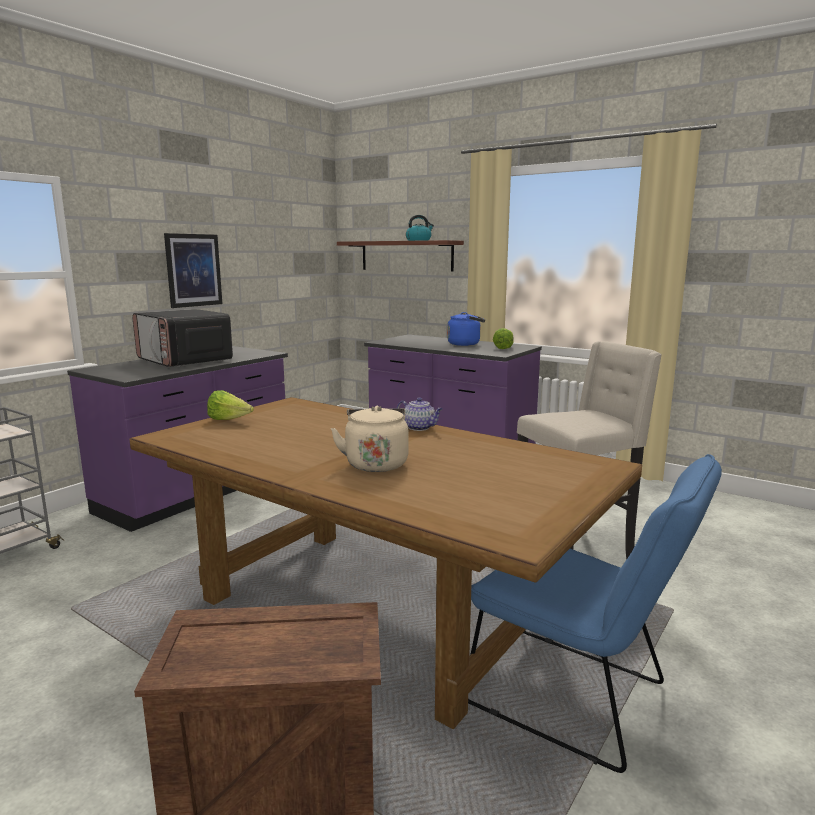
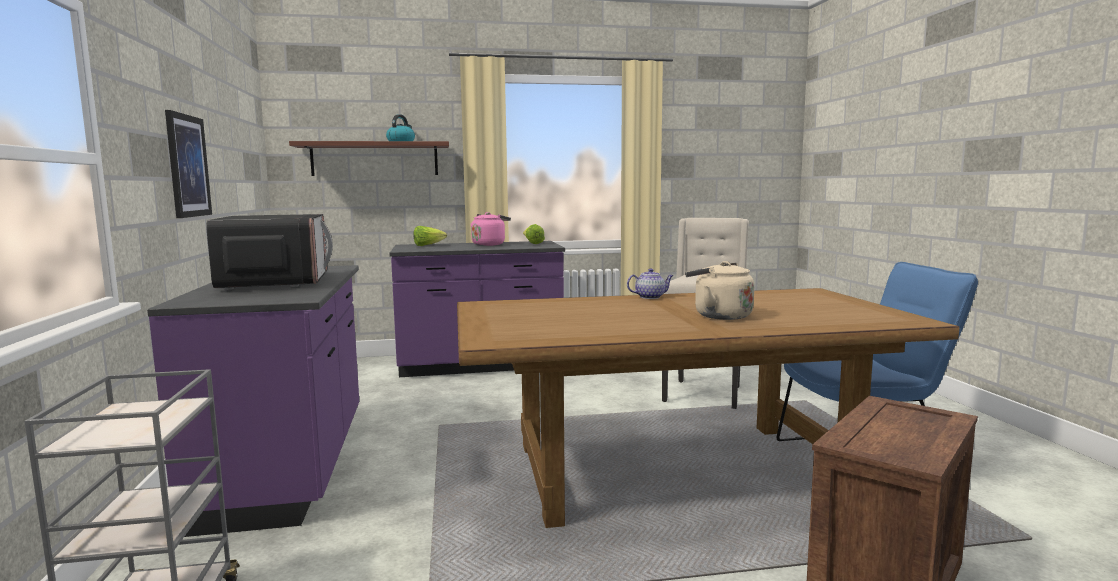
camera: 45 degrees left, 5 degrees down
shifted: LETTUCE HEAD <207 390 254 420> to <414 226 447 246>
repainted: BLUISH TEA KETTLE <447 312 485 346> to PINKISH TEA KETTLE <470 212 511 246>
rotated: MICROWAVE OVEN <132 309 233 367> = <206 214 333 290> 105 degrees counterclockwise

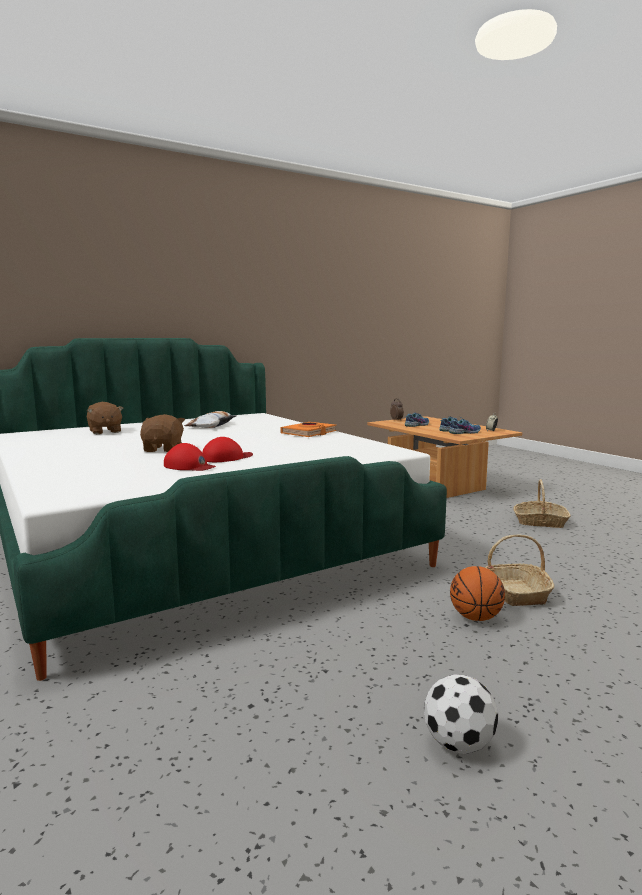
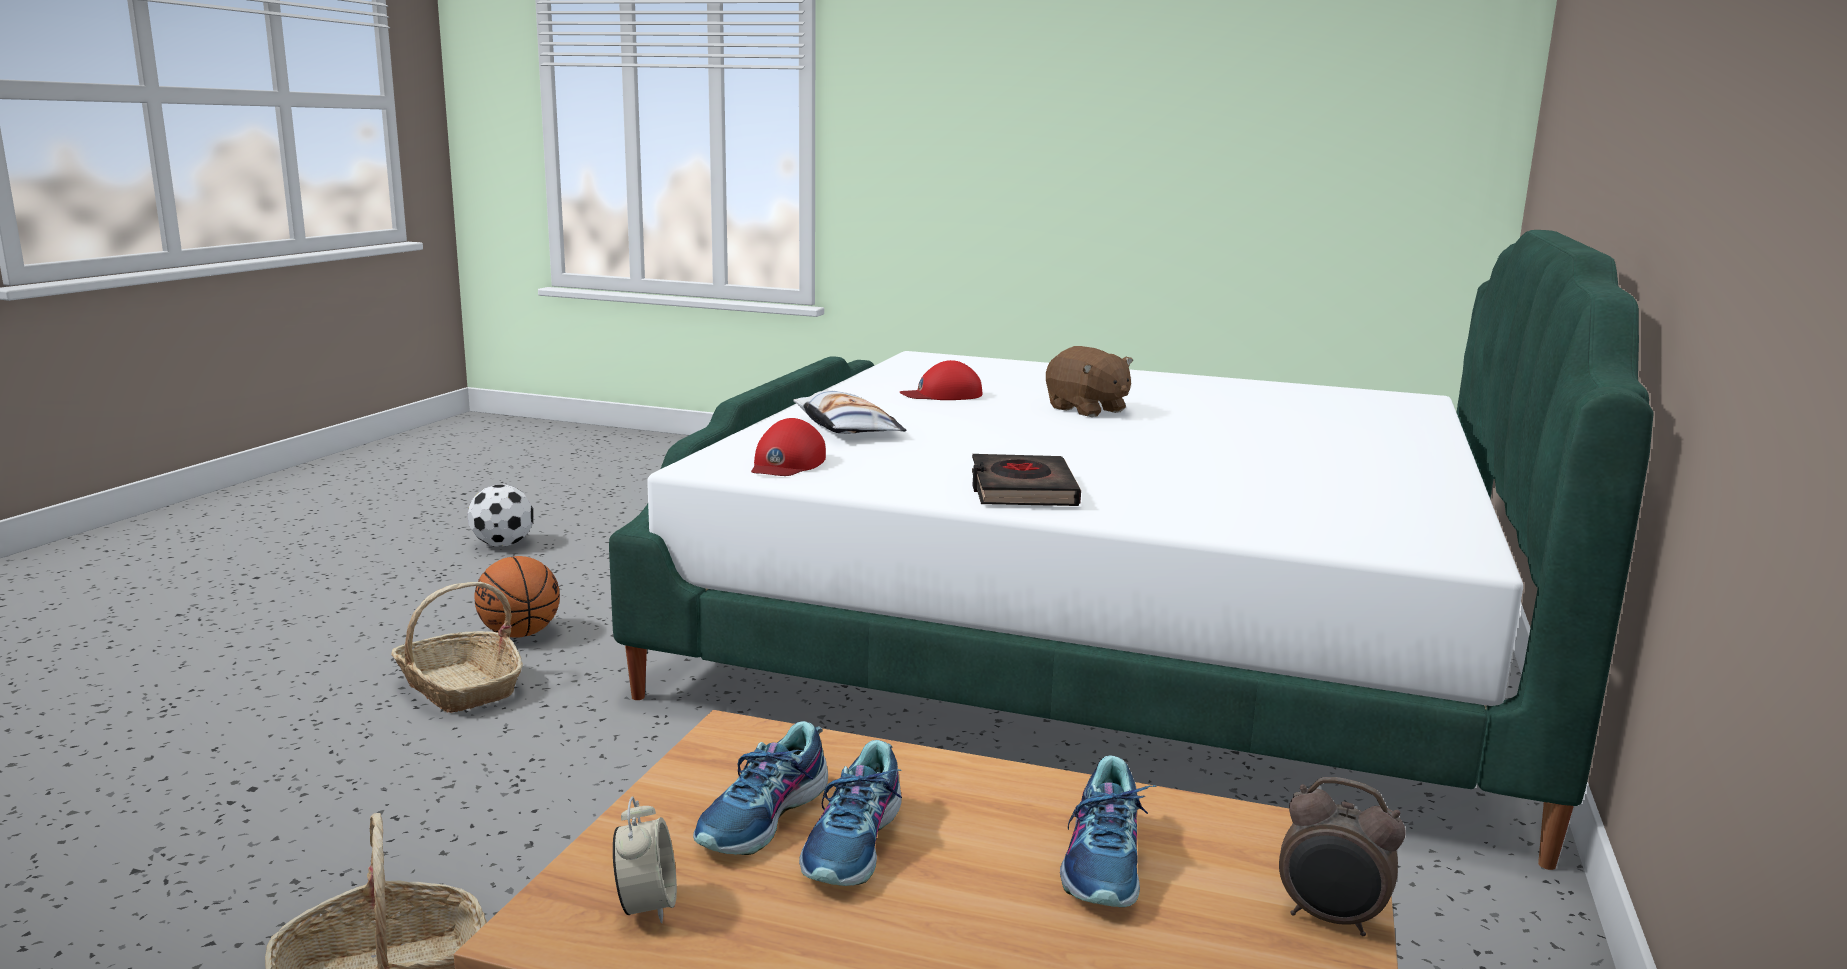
camera: 140 degrees right, 5 degrees up
gone: BROWNISH SOFT TOY <87 402 123 434>
shifted: CUSHION <184 411 237 428> to <793 390 907 434>; REDDISH CAP <202 437 253 462> to <751 418 826 476>
repainted: ORANGE-COLOURED BOOK <280 422 336 437> to BLACK-COLOURED BOOK <972 454 1081 506>

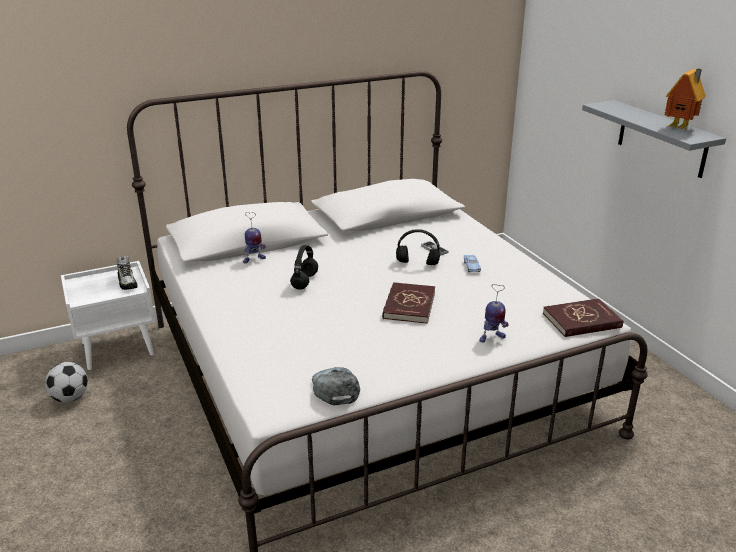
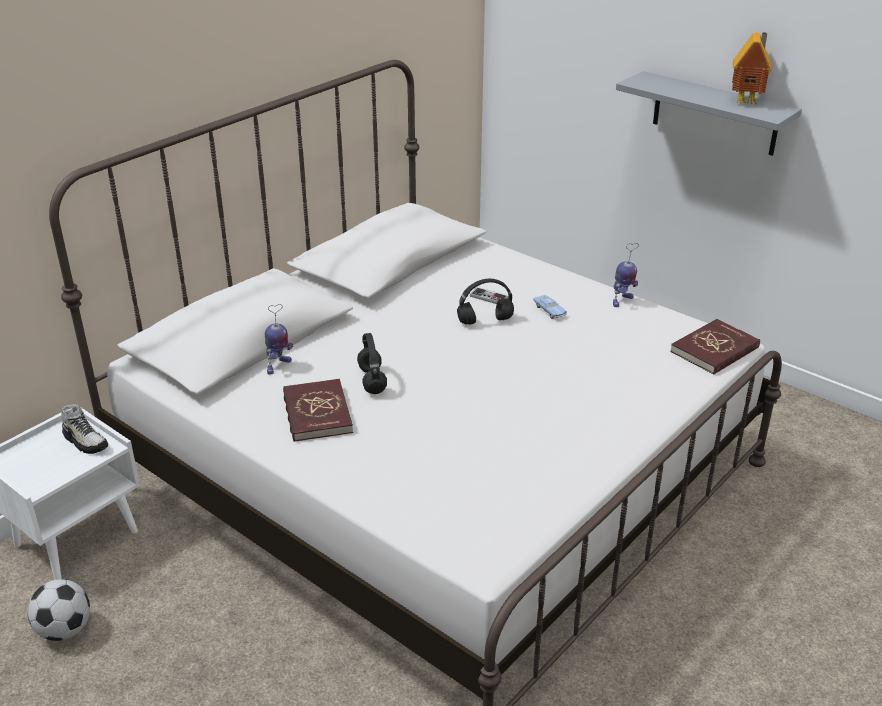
camera: 25 degrees left, 5 degrees up
gone: GREYISH CAP <312 367 360 405>
shifted: REDDISH BOOK <382 282 435 324> to <283 379 353 442>; MODEL ROBOT <479 284 509 343> to <613 243 639 307>

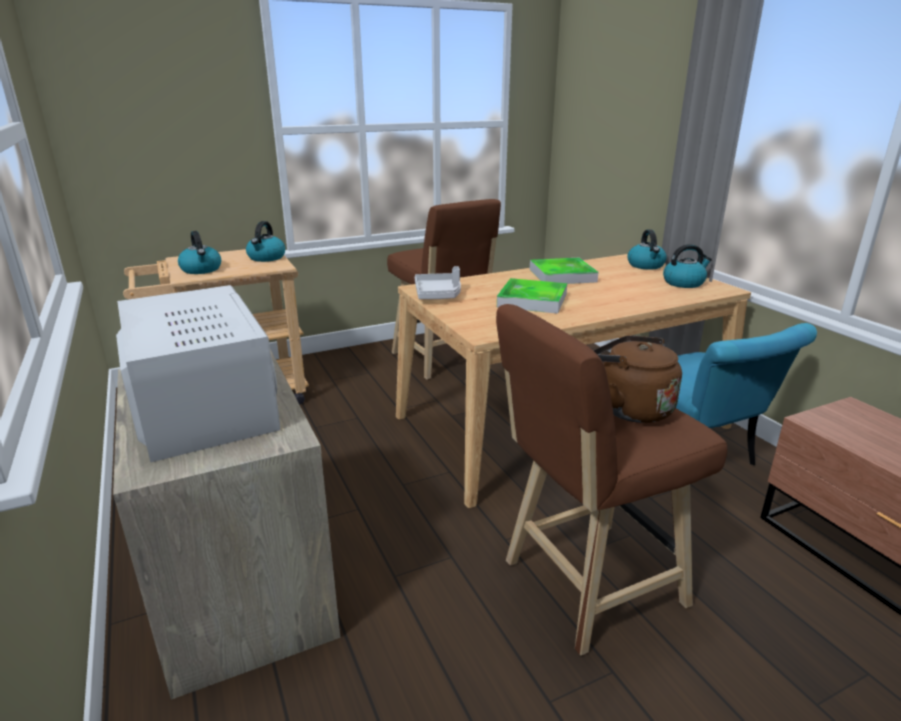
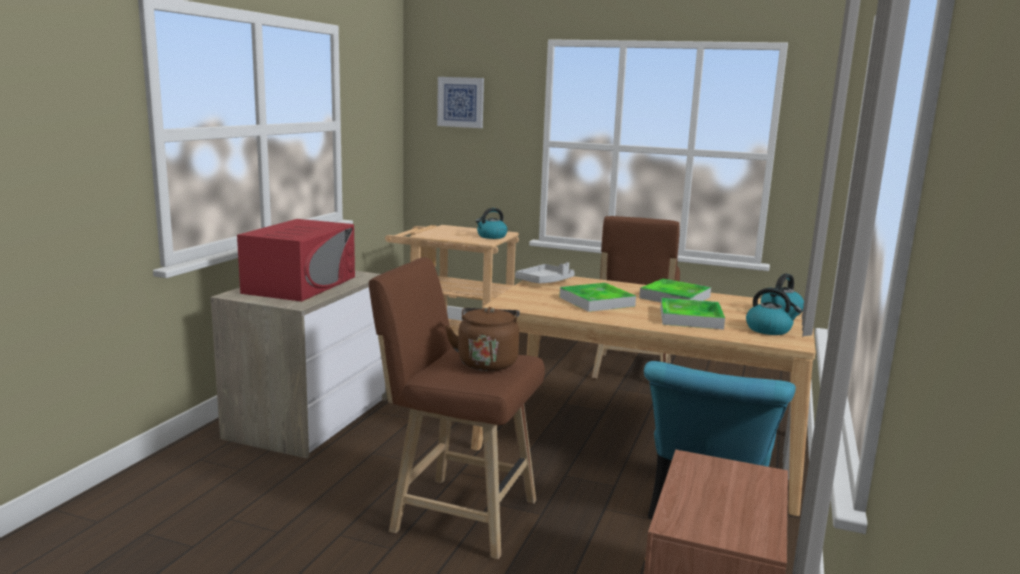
camera: 45 degrees right, 10 degrees down
gone: TEA KETTLE <178 231 221 274>
new: WALL PICTURE <437 77 484 128>; TRAY <660 298 725 330>
repainted: WHITE MICROWAVE OVEN <116 285 280 462> to REDDISH MICROWAVE OVEN <237 219 355 302>

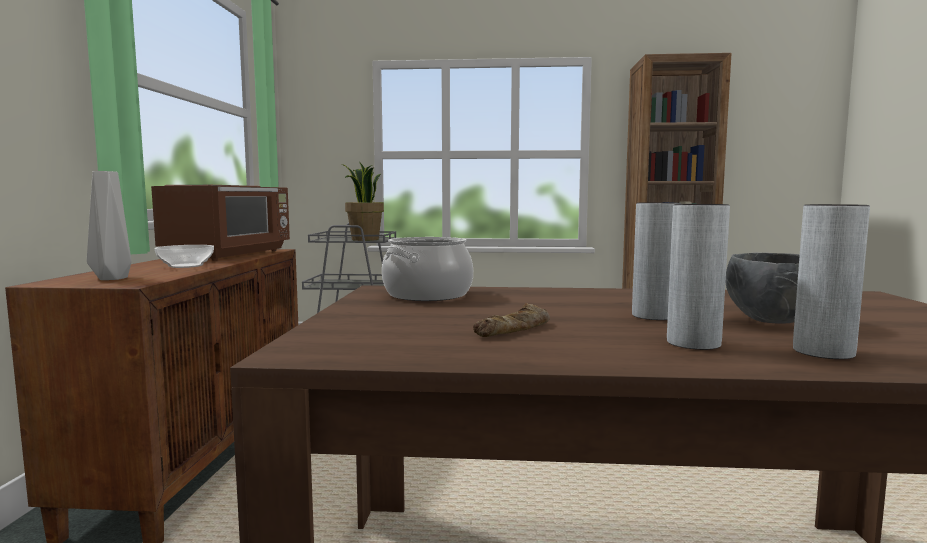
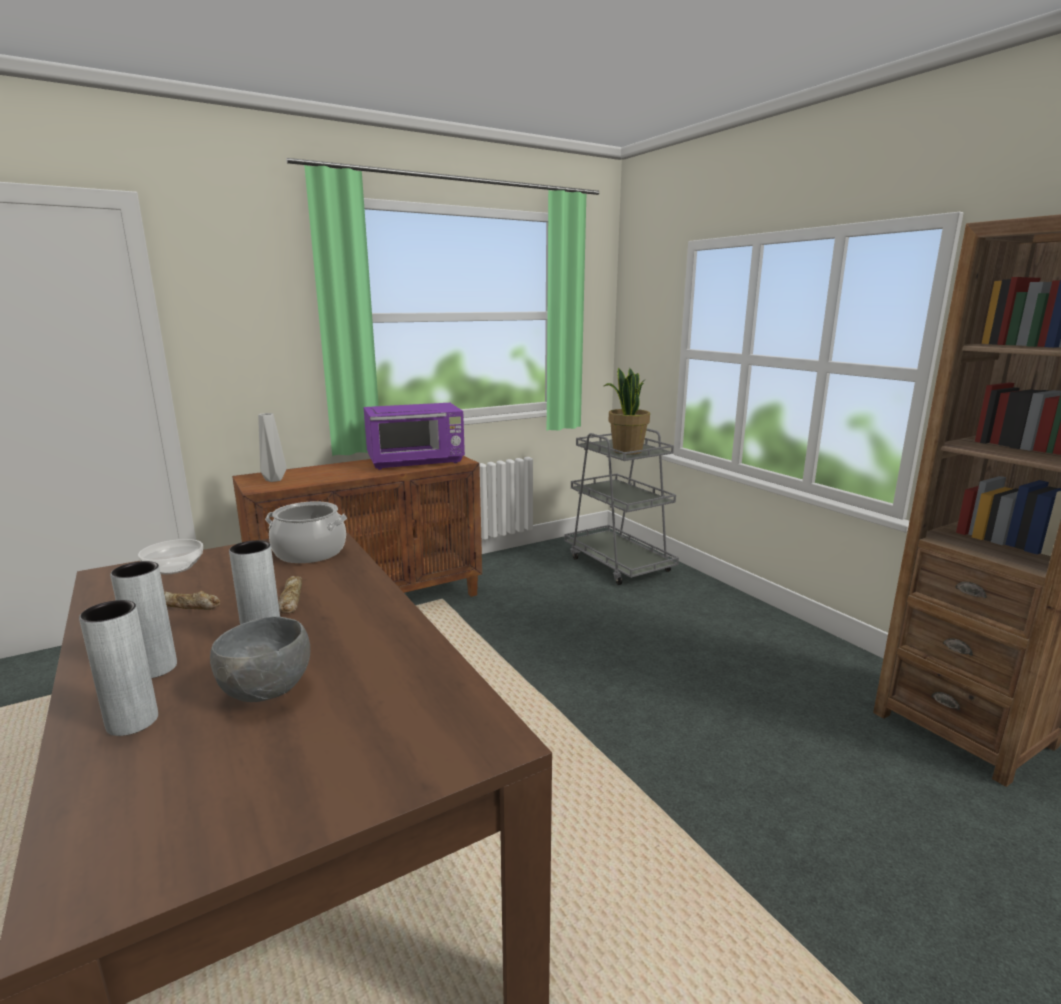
camera: 55 degrees right, 10 degrees up
new: BREAD <278 576 302 614>
shifted: BOWL <155 245 214 268> to <138 539 203 574>
repainted: BROWNISH MICROWAVE OVEN <151 185 290 261> to PURPLE-COLOURED MICROWAVE OVEN <364 403 465 470>

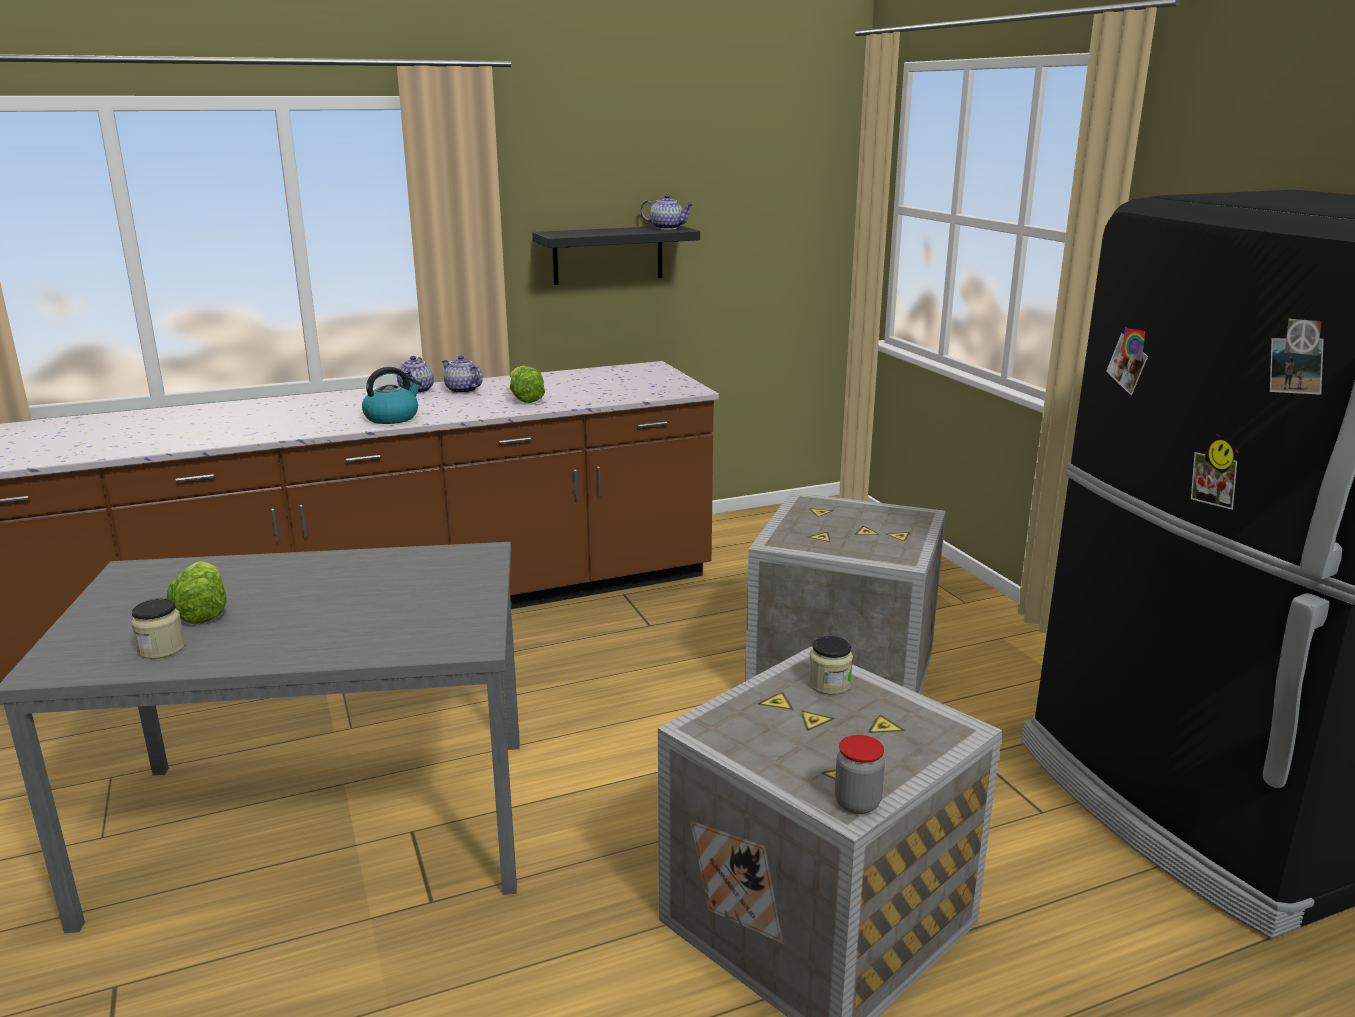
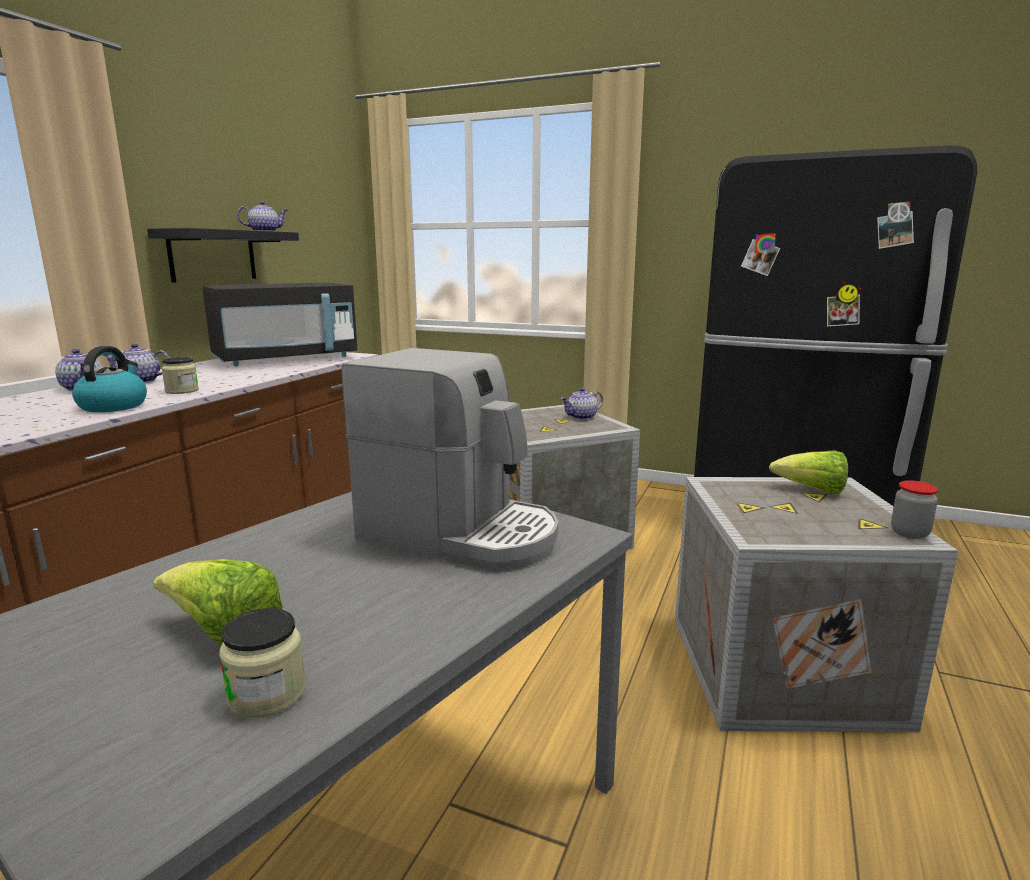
camera: 45 degrees left, 5 degrees down
new: BLACK-COLOURED MICROWAVE OVEN <202 283 357 366>; COFFEE MACHINE <342 348 558 571>; POT FOR TEA <561 388 603 420>
shifted: LETTUCE HEAD <510 366 545 403> to <769 450 848 494>; JAR <808 636 853 695> to <161 357 199 394>

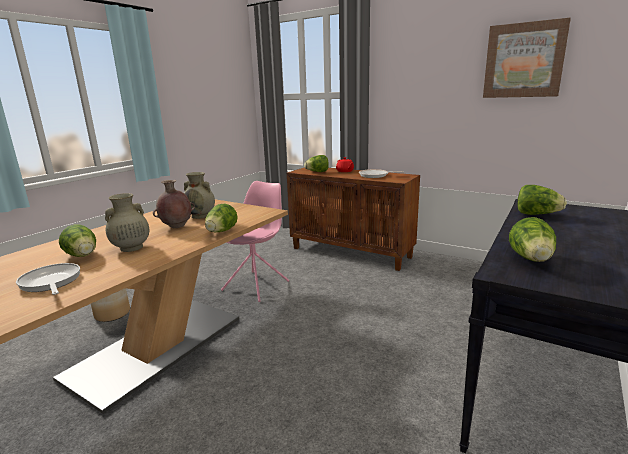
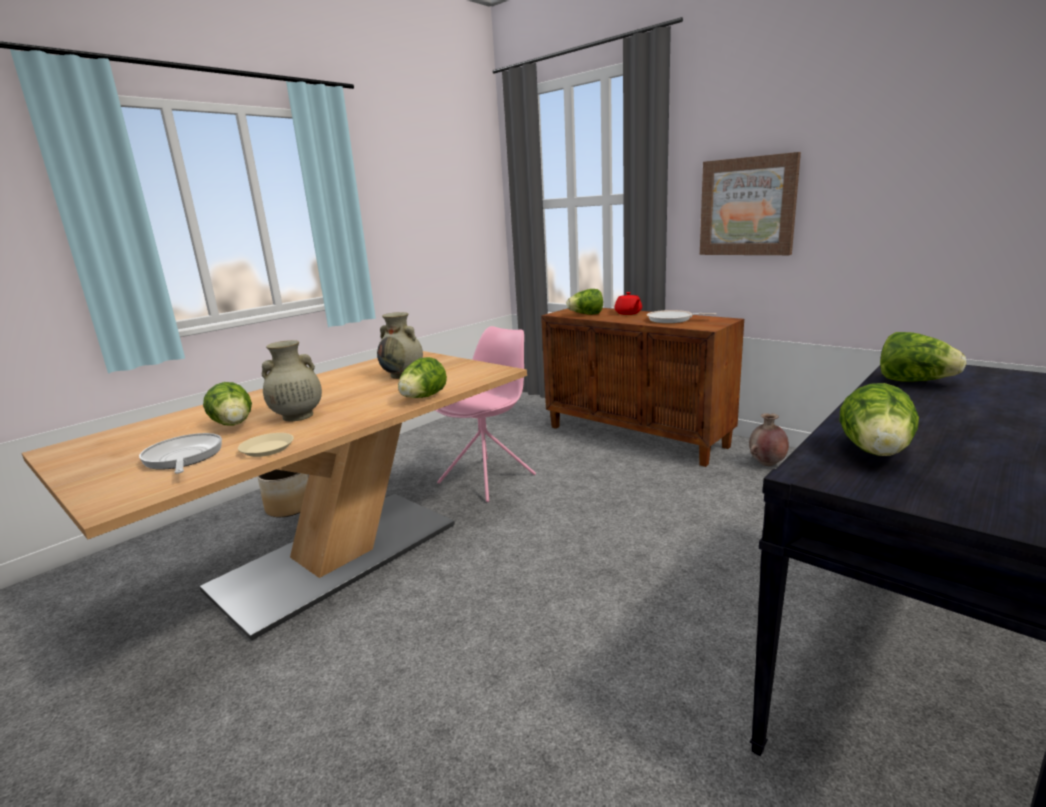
camera: 10 degrees right, 0 degrees up
new: SAND-COLOURED FLAT DISH <238 433 294 457>
shifted: WALL PICTURE <483 18 571 98> to <700 152 801 255>; BROWNISH FLOWER VASE <153 180 195 228> to <749 413 789 466>

